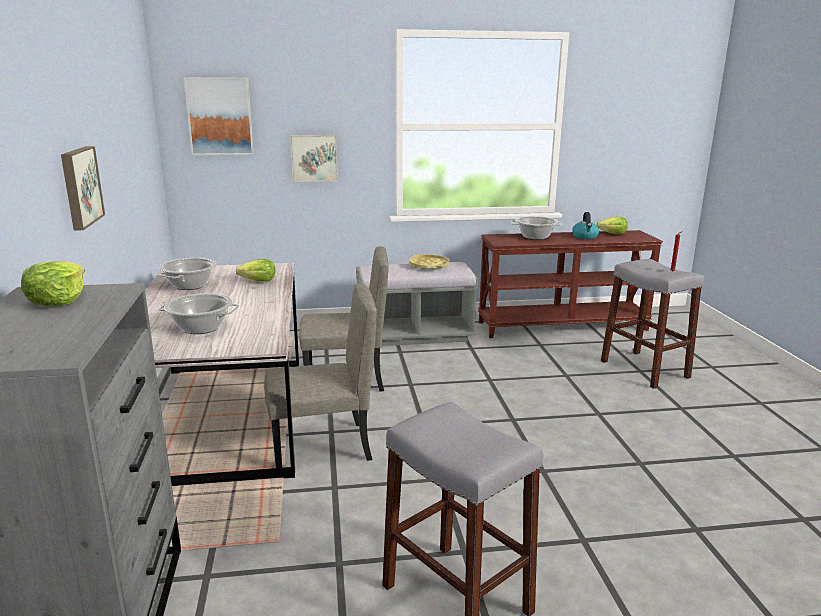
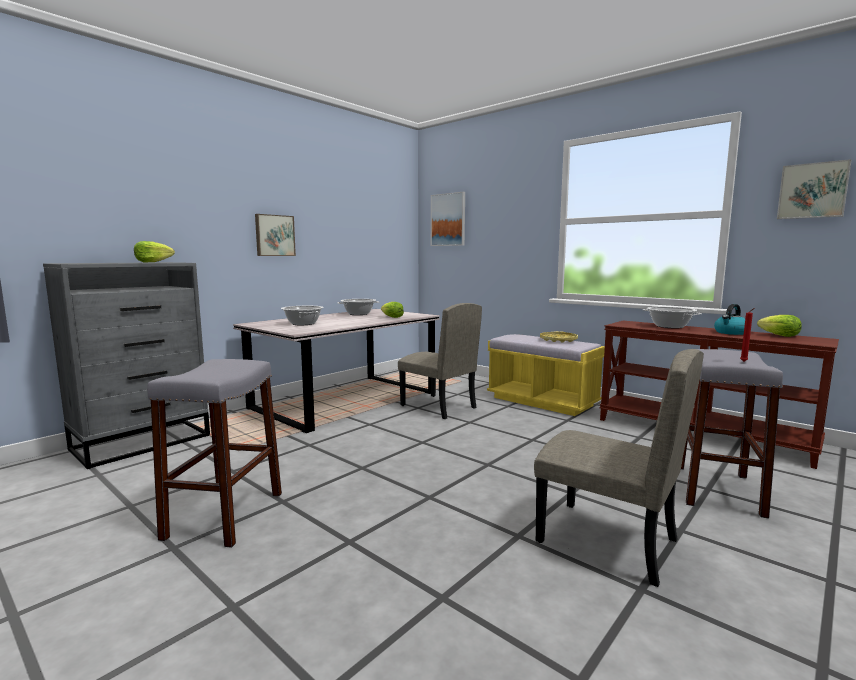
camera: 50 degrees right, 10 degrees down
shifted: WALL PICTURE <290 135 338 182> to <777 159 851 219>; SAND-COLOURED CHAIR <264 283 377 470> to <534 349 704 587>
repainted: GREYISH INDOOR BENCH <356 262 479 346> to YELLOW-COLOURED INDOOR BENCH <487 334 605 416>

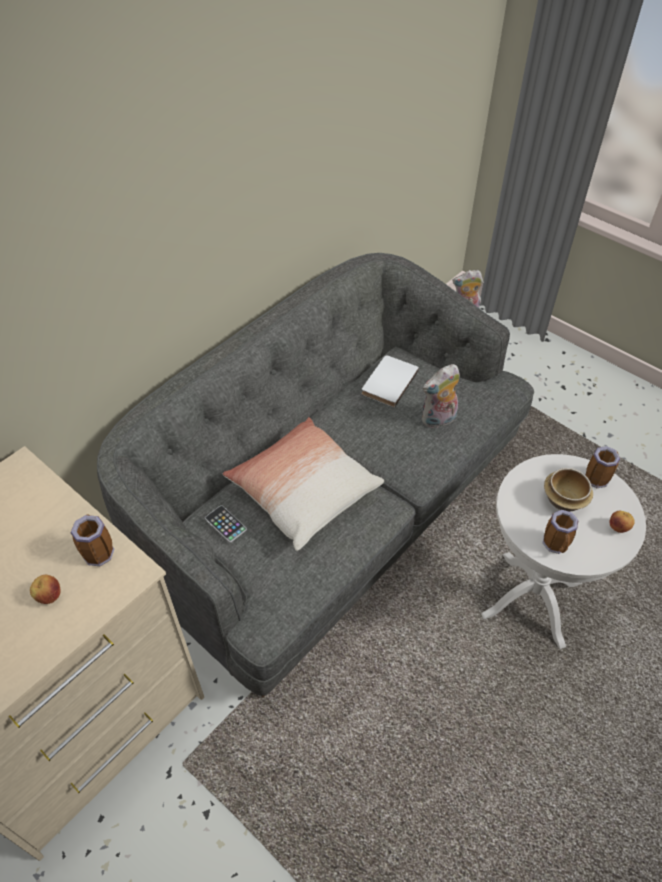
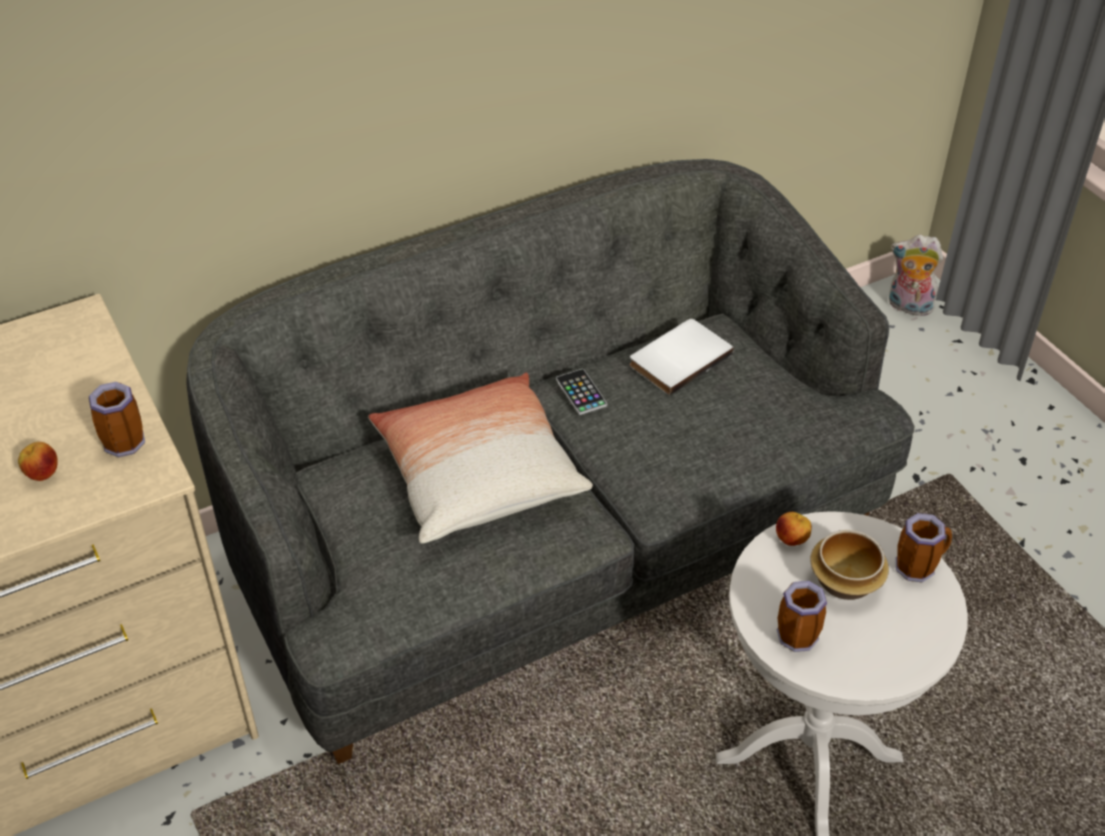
camera: 20 degrees right, 5 degrees down
gone: SOFT TOY <422 364 460 428>
shifted: TELEPHONE <205 505 247 543> to <556 369 607 415>; APPLE <609 511 635 533> to <776 512 812 546>

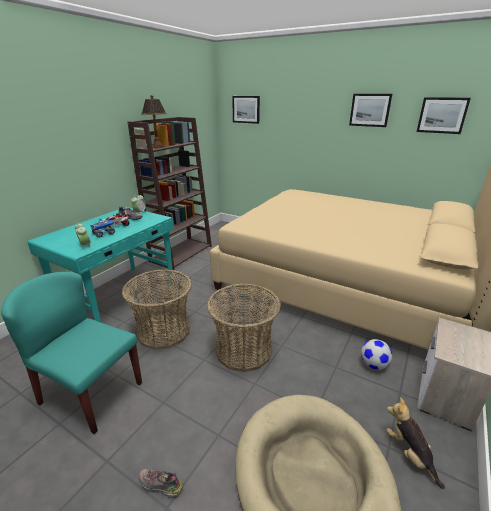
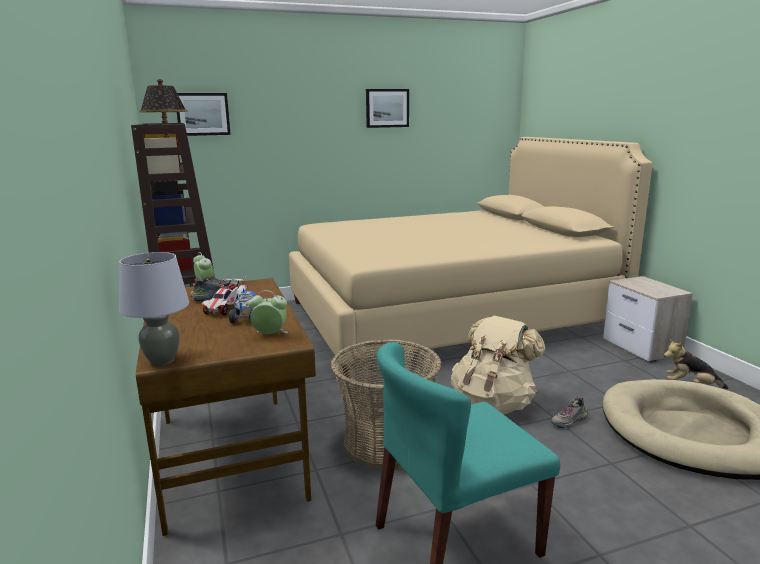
camera: 50 degrees left, 10 degrees down
gone: WALL PICTURE <417 97 471 134>; FOOTBALL BALL <361 339 392 370>
new: GREYISH TABLE LAMP <119 252 189 366>
shifted: ITEM OF FOOTWEAR <138 468 184 498> to <551 397 588 428>
swapped: HOUSEHOLD BASKET <207 284 281 372> to SAND-COLOURED KNAPSACK <451 316 545 414>
repainted: TURQUOISE DESK UNIT <27 207 174 322> to BROWNISH DESK UNIT <136 278 316 536>

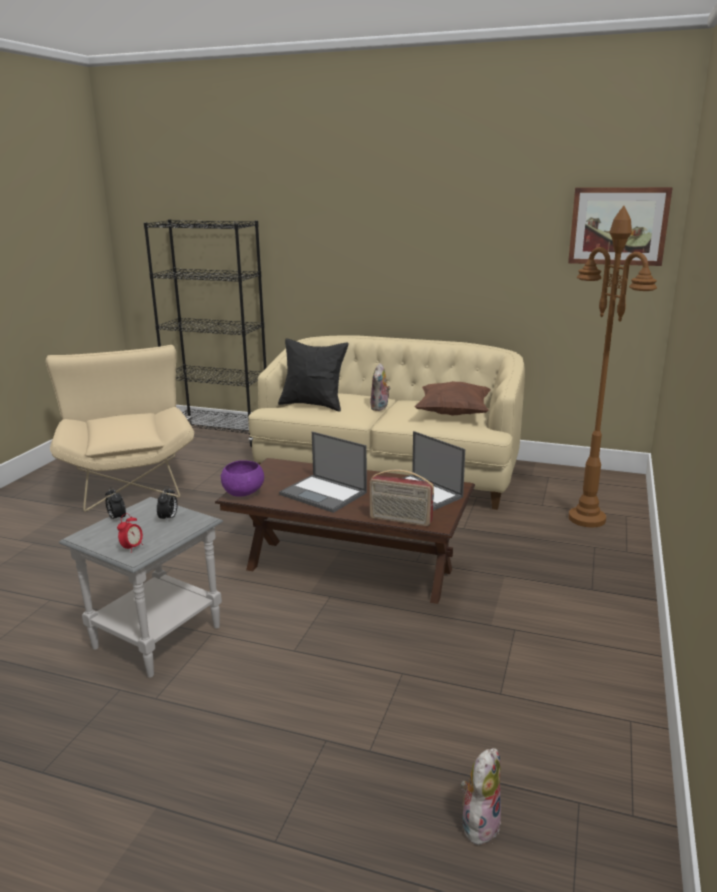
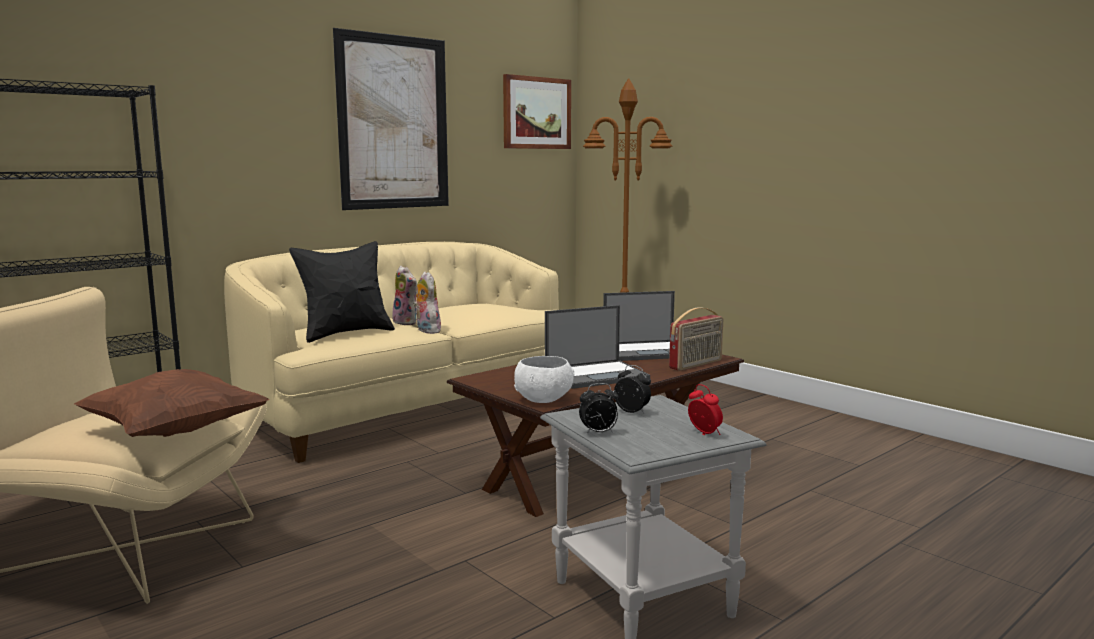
camera: 60 degrees left, 10 degrees down
new: WALL PICTURE <333 28 449 210>
shifted: BROWNISH CUSHION <415 381 491 415> to <74 369 269 437>; SOFT TOY <461 748 501 845> to <413 272 441 334>
repainted: PURPLE-COLOURED BOWL <221 460 264 497> to WHITE BOWL <514 356 574 403>

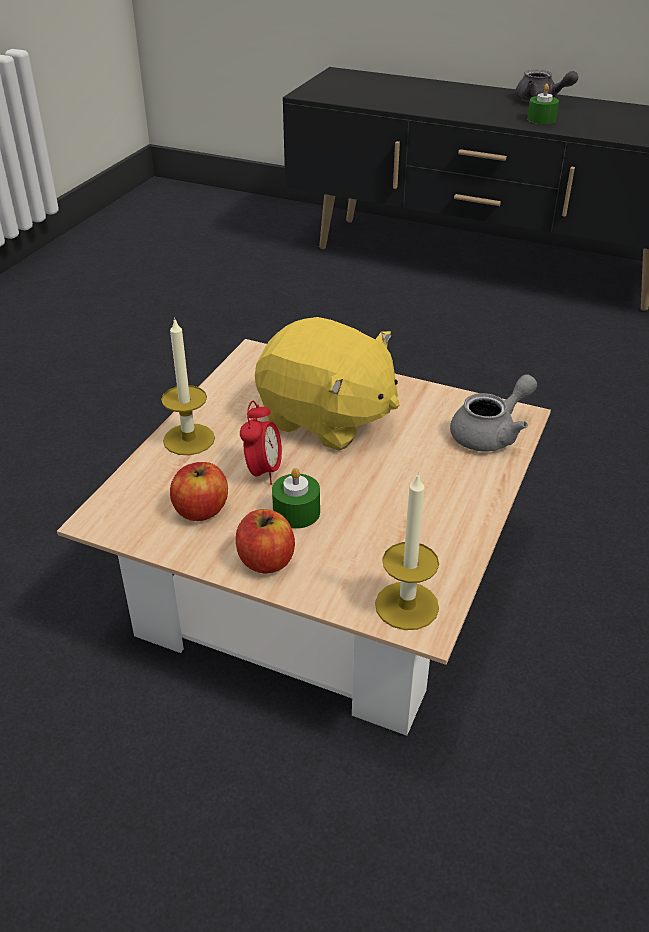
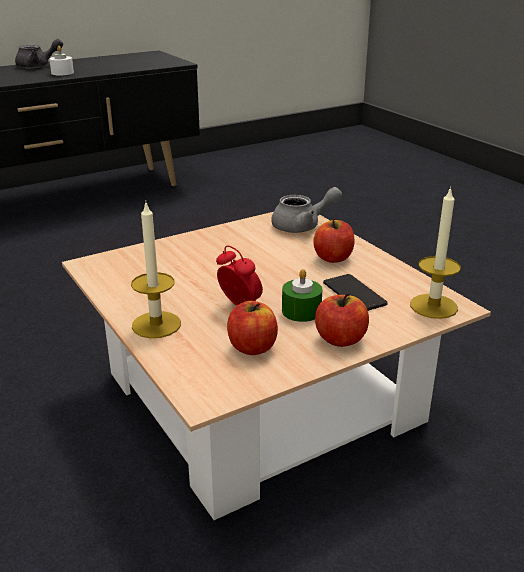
camera: 55 degrees left, 10 degrees down
gone: YELLOW-COLOURED SOFT TOY <255 317 399 451>
new: APPLE <313 218 355 263>; TELEPHONE <323 274 388 311>
repainted: GREEN WAX CANDLE <527 84 559 124> to WHITE WAX CANDLE <49 46 74 75>
rotated: GREYISH POT FOR TEA <450 374 537 452> = <271 187 342 233> 75 degrees clockwise

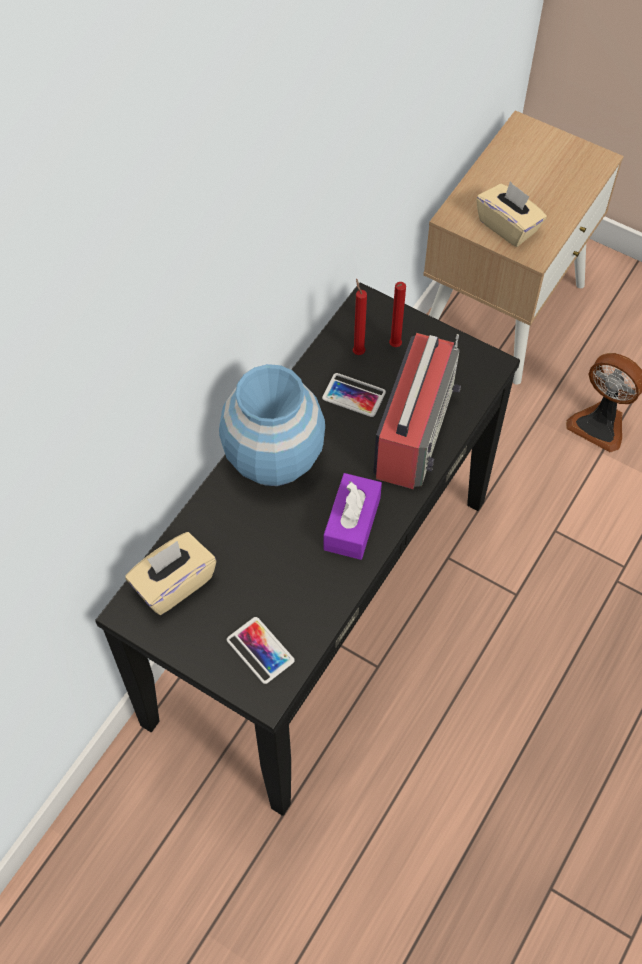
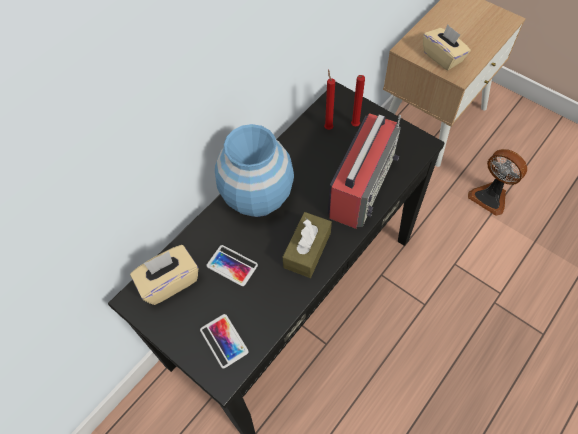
camera: 10 degrees right, 0 degrees up
shifted: TELEPHONE <322 373 386 417> to <206 245 258 286>
repainted: PURPLE-COLOURED BOX OF TISSUES <324 473 382 560> to BROWNISH BOX OF TISSUES <283 212 332 278>

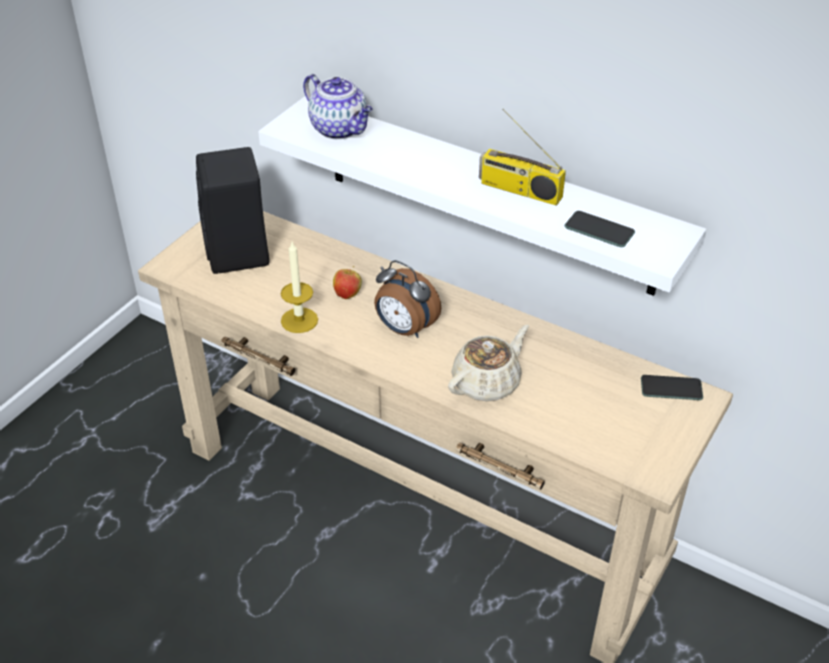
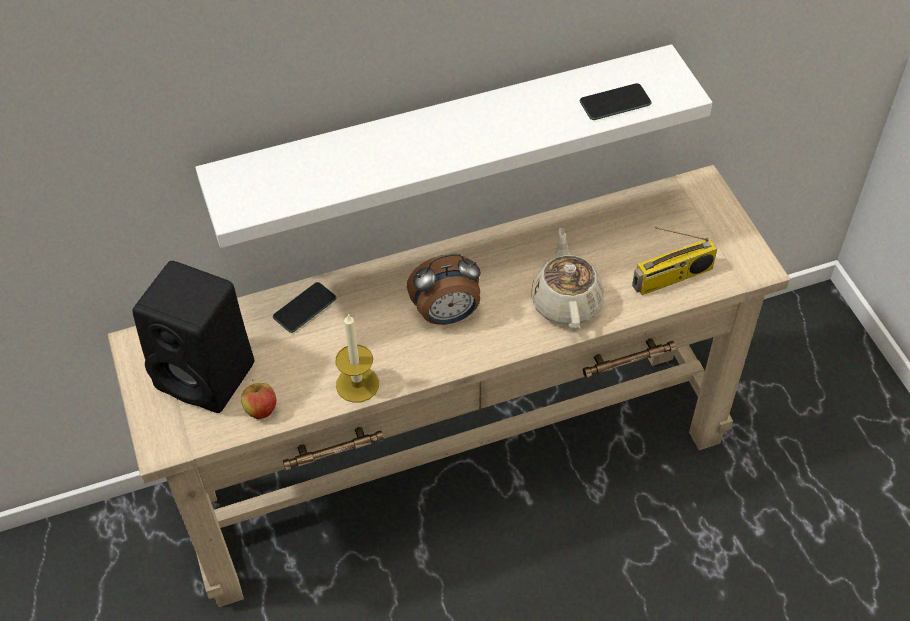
camera: 50 degrees left, 10 degrees up
gone: POT FOR TEA <303 74 373 139>
shifted: RADIO RECEIVER <479 109 566 206> to <632 227 717 295>; APPLE <333 266 362 299> to <241 379 276 419>; TELEPHONE <641 375 703 400> to <273 282 336 333>

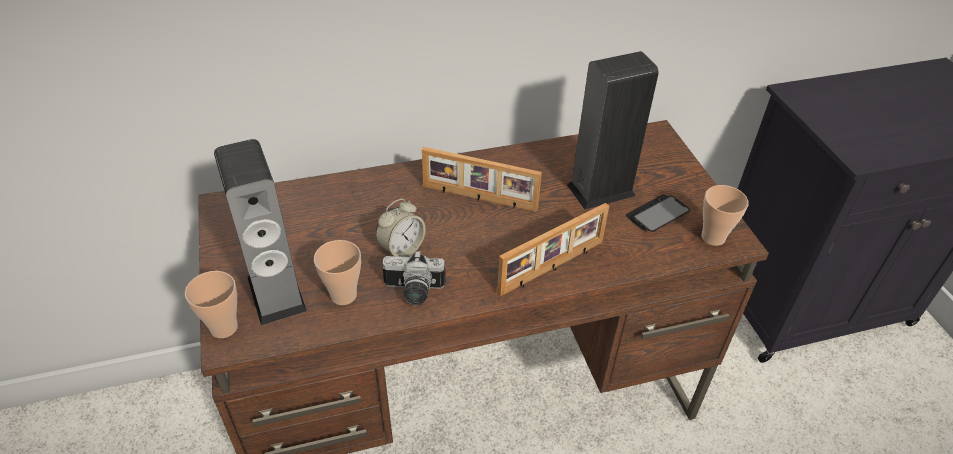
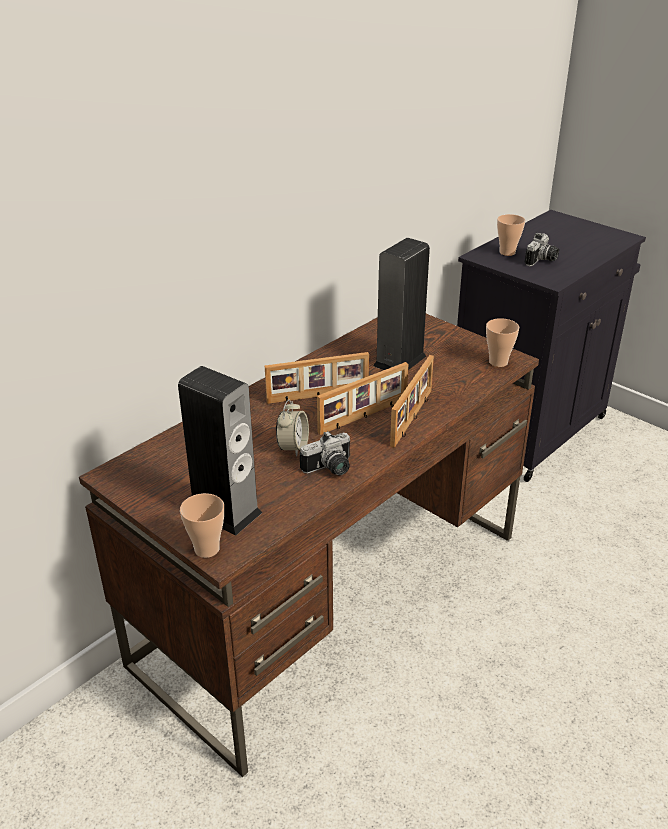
camera: 30 degrees left, 10 degrees down
gone: TELEPHONE <626 194 690 232>
new: STILL CAMERA <525 233 559 266>; PICTURE FRAME <317 362 408 435>
shifted: SMALL CUP <314 240 361 305> to <497 214 525 256>

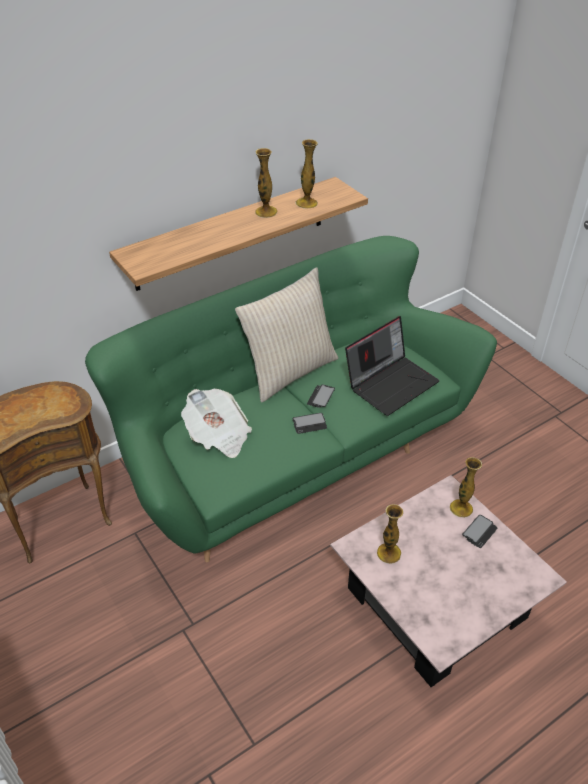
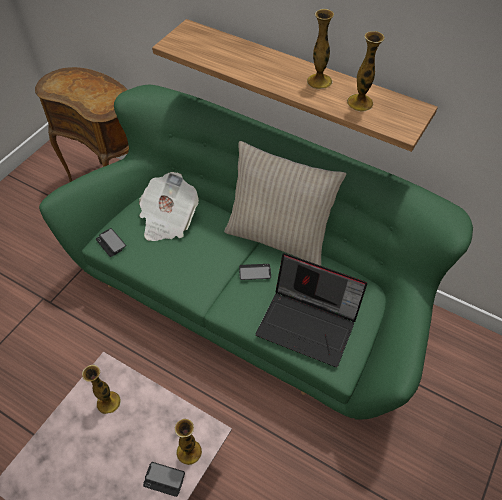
camera: 65 degrees right, 10 degrees up
shifted: TELEPHONE <293 413 327 434> to <96 228 126 257>

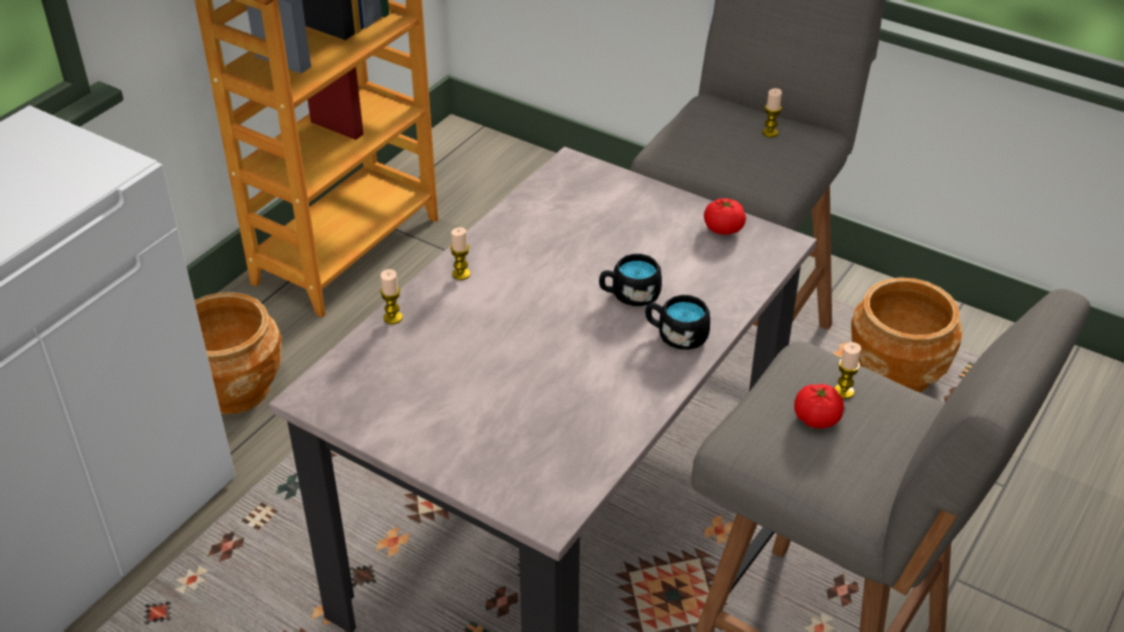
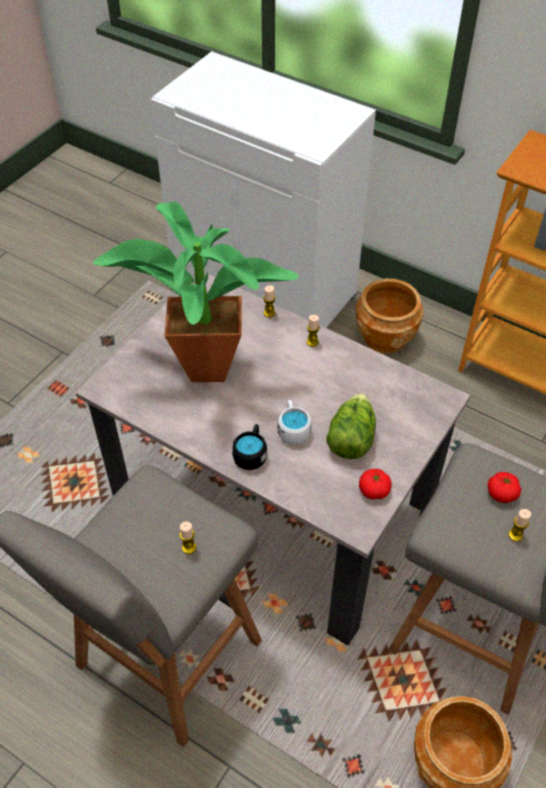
camera: 90 degrees right, 10 degrees up
new: PLANT IN A POT <93 201 299 382>; LETTUCE HEAD <326 392 376 459>
shifted: FRESH TOMATO <794 384 844 428> to <487 472 521 503>
repainted: BLACK-COLOURED MUG <599 254 662 306> to WHITE MUG <278 400 312 445>

